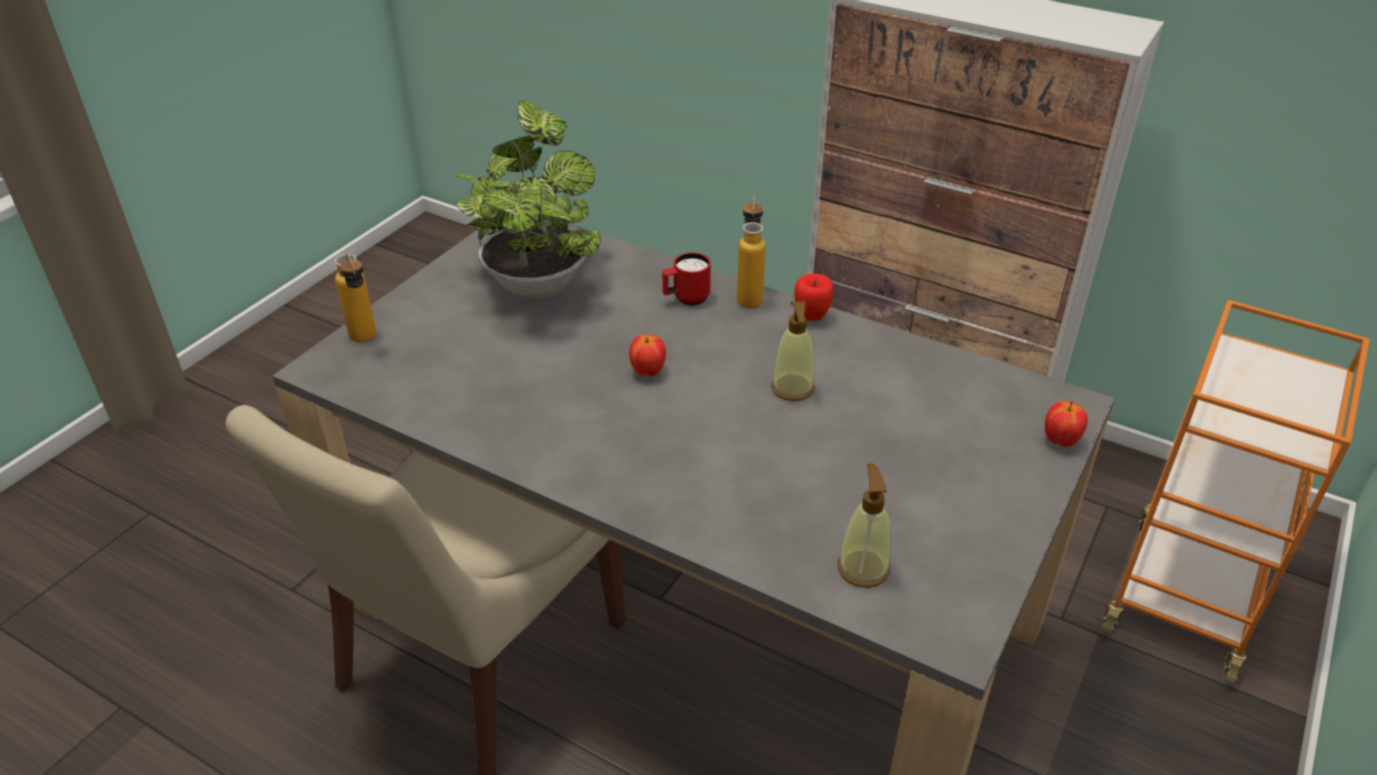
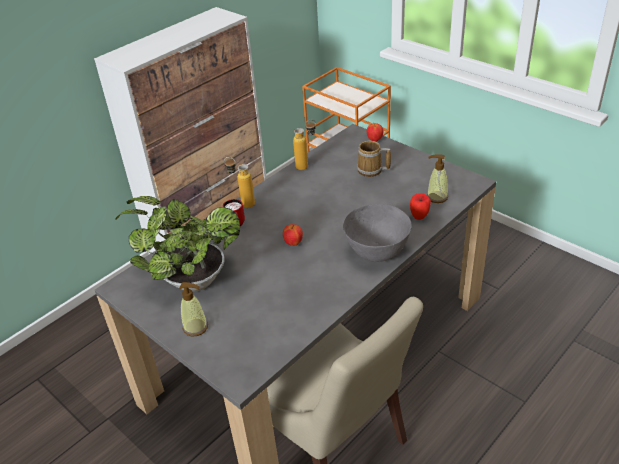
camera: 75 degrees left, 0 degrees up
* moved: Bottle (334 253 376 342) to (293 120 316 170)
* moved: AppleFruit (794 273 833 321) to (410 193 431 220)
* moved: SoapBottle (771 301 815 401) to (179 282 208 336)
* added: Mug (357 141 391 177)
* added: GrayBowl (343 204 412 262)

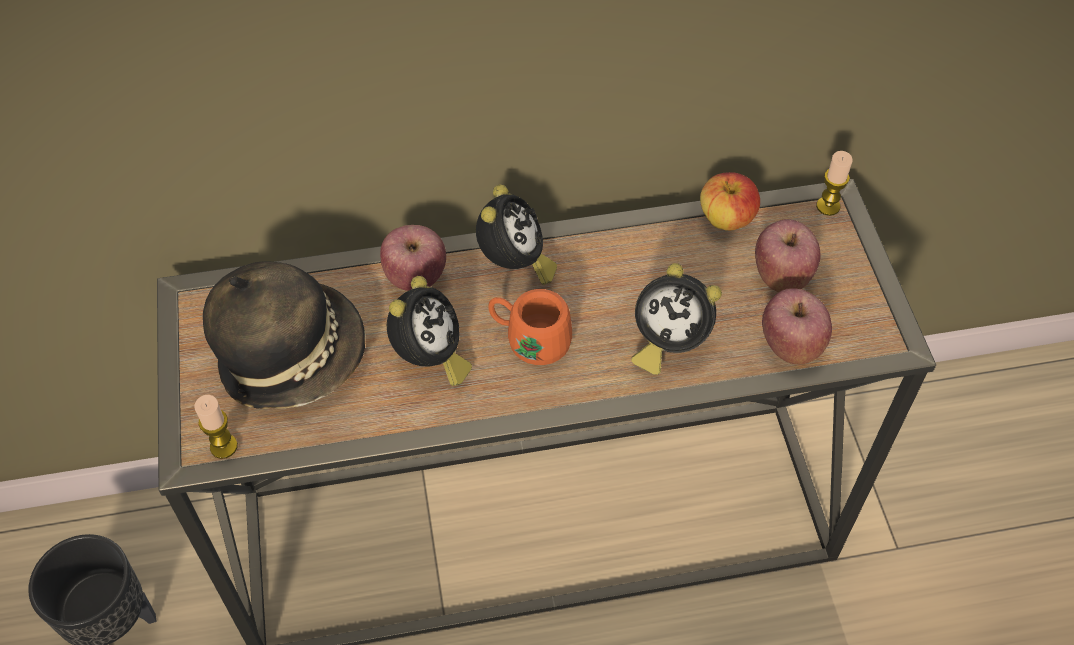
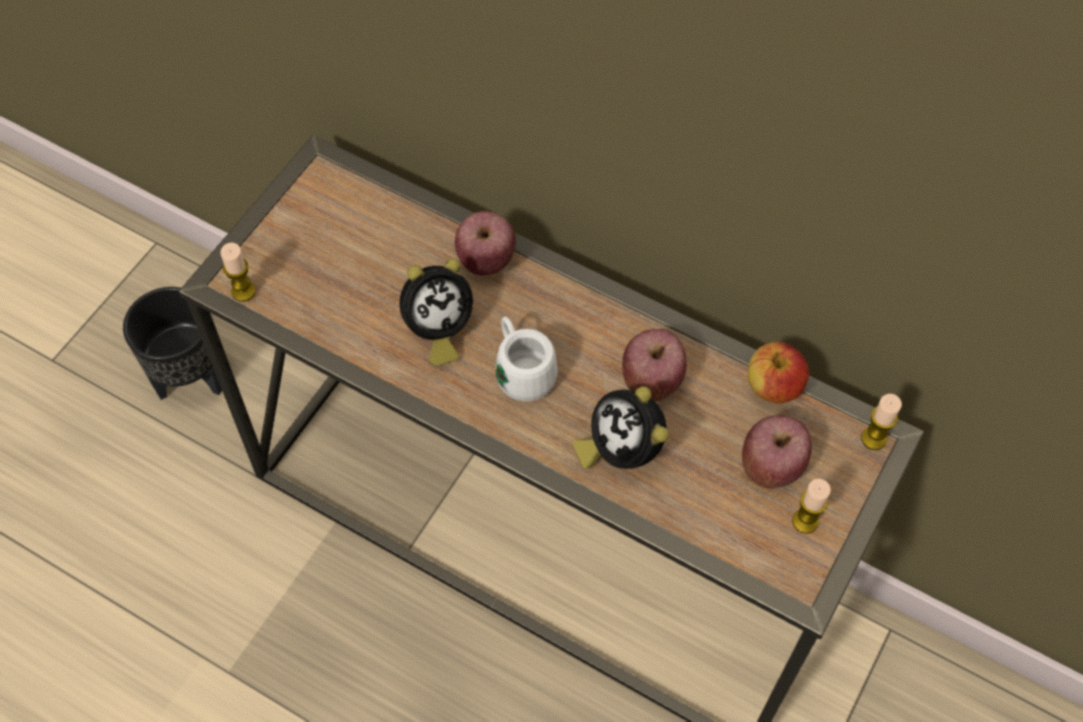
camera: 40 degrees right, 5 degrees up
* removed: AlarmClock (476 184 557 285)
* removed: ClothingHat (203 261 365 409)
* moved: AppleFruit (762 288 832 365) to (622 329 687 402)
* recoloured: OrangeMug (489 289 572 365) to WhiteMug (495 317 558 401)
* added: WaxCandle (792 479 831 534)

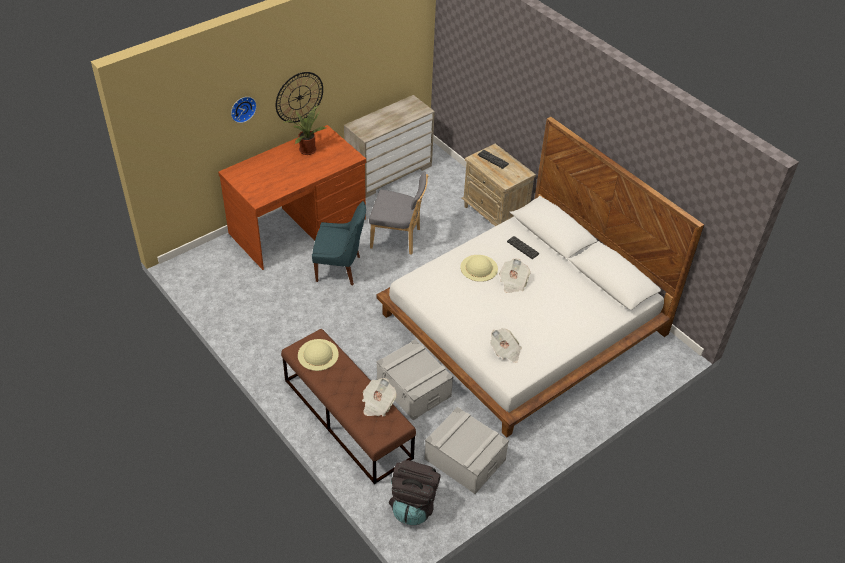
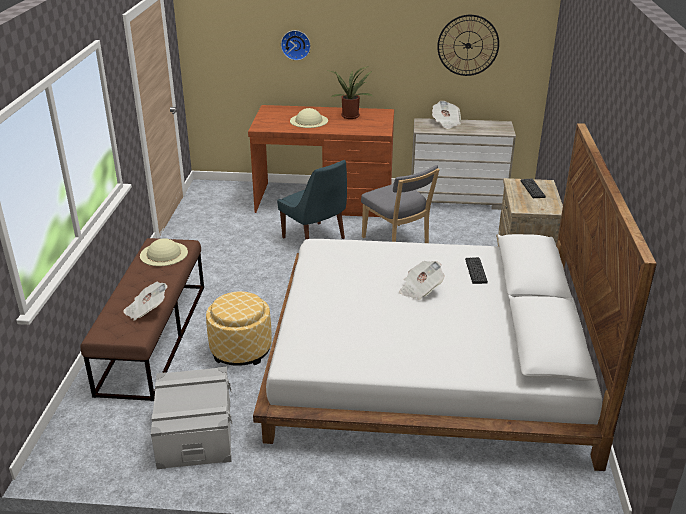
camera: 45 degrees right, 15 degrees down
* moved: WallClock (276 72 323 123) to (437 15 499 76)
* moved: BeigeClothingHat (460 255 498 282) to (290 108 328 128)
* moved: PrintedPaper (490 328 522 363) to (432 101 461 129)
* replaced: GrayStorageContainer (377 340 453 420) to Footrest (206 291 272 366)
* removed: BlackColouredRucksack (389 460 441 525)

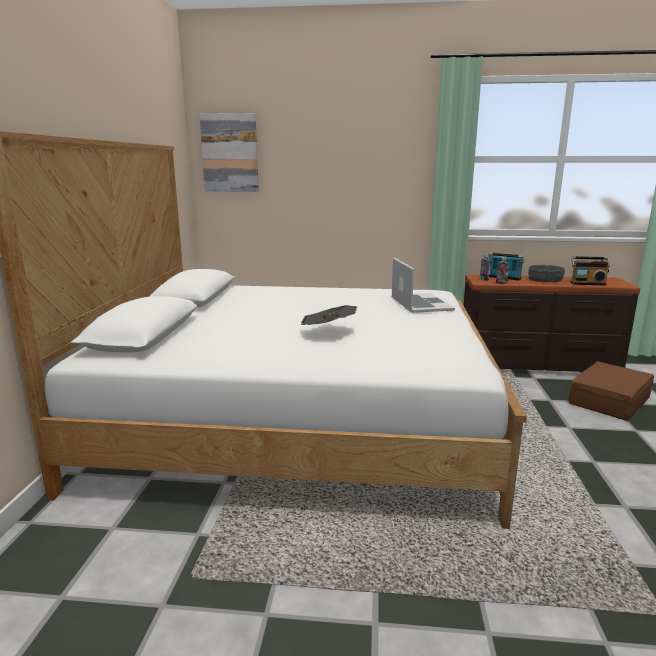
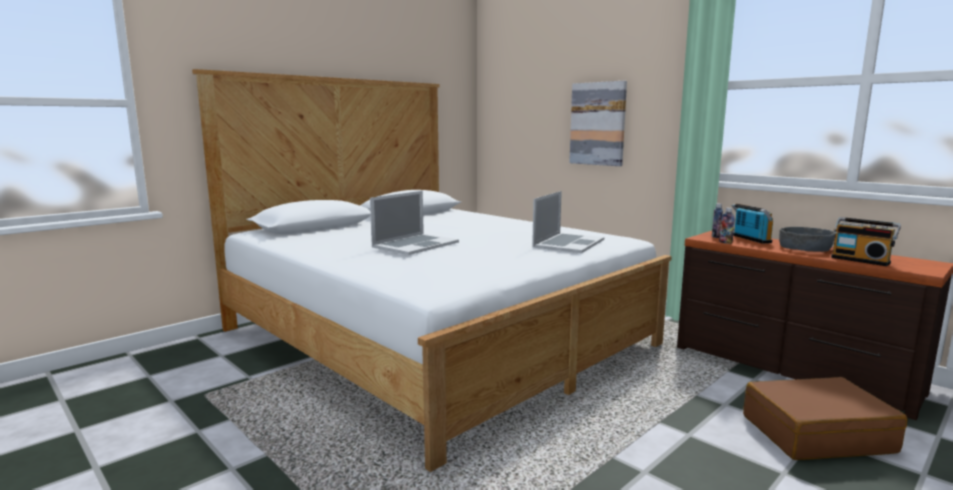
camera: 40 degrees right, 5 degrees down
* moved: WallArt (199 113 259 192) to (569 81 627 166)
* replaced: PrintedPaper (301 305 357 325) to PortableComputer (370 191 459 255)

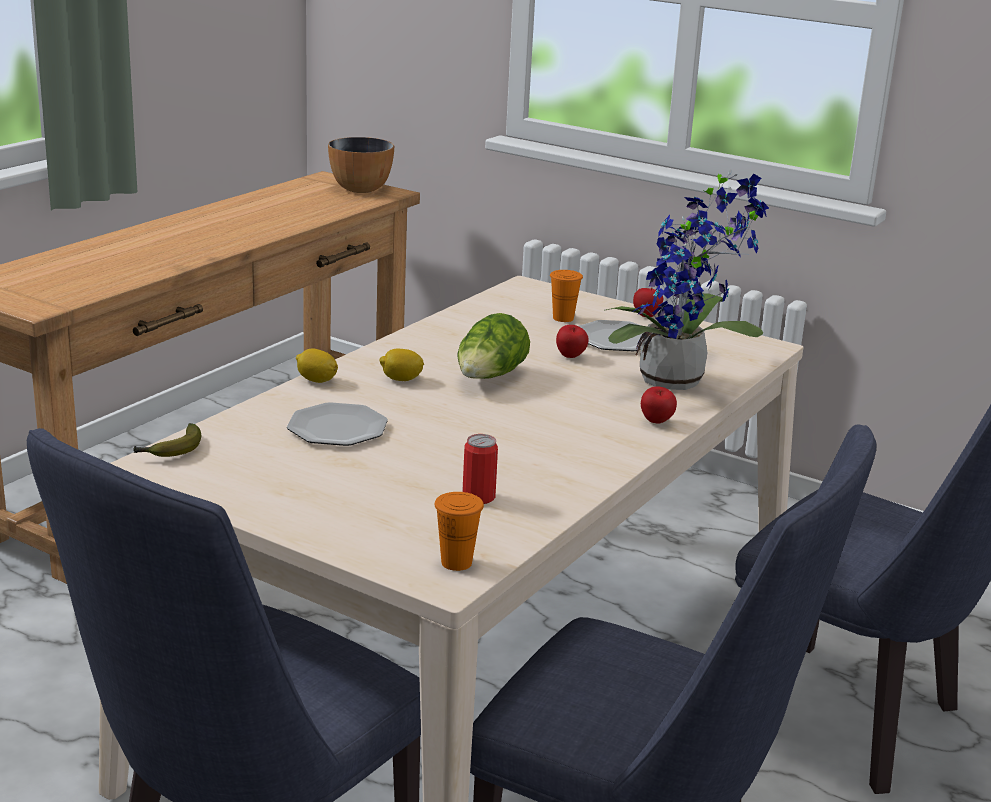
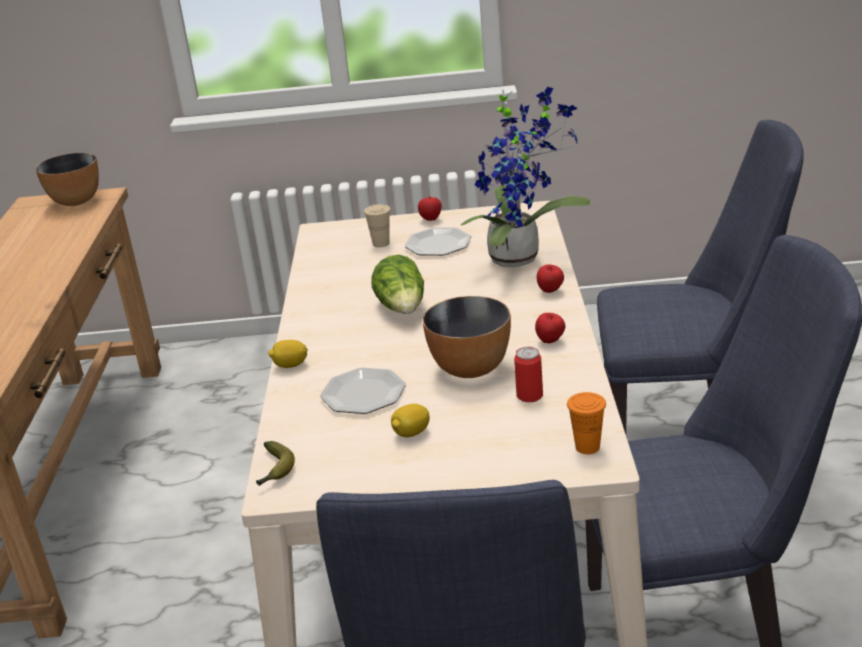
camera: 30 degrees left, 5 degrees up
* recoloured: OrangeSmallCup (550 270 583 322) to BeigeSmallCup (364 204 391 247)
* moved: AppleFruit (556 325 589 358) to (535 313 565 344)
* moved: CitrusFruit (380 349 424 381) to (391 404 430 437)
* added: Bowl (423 296 511 378)

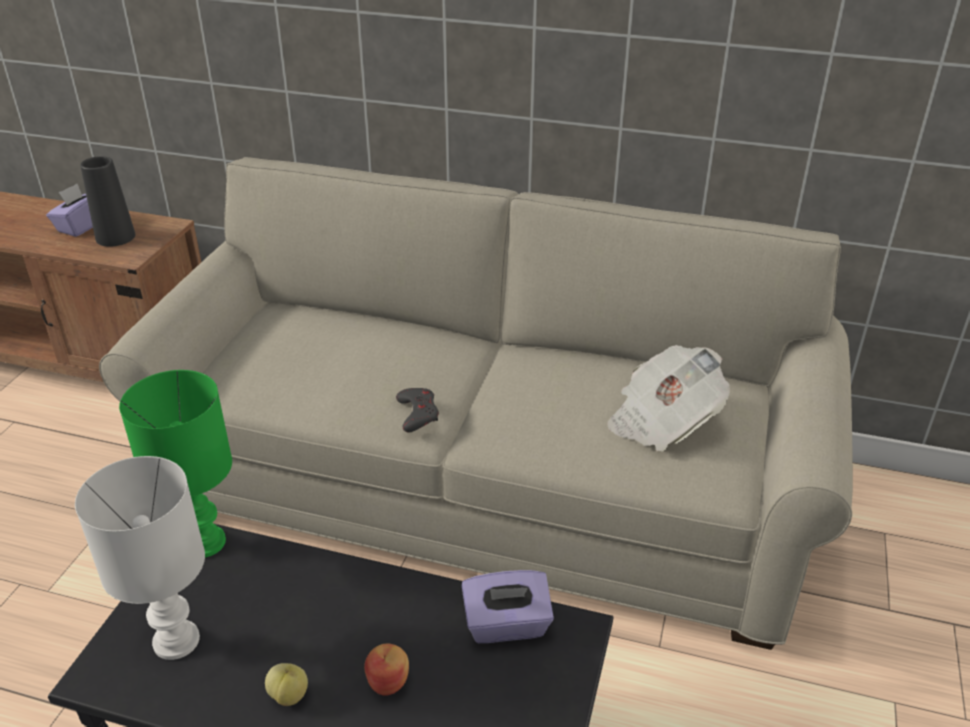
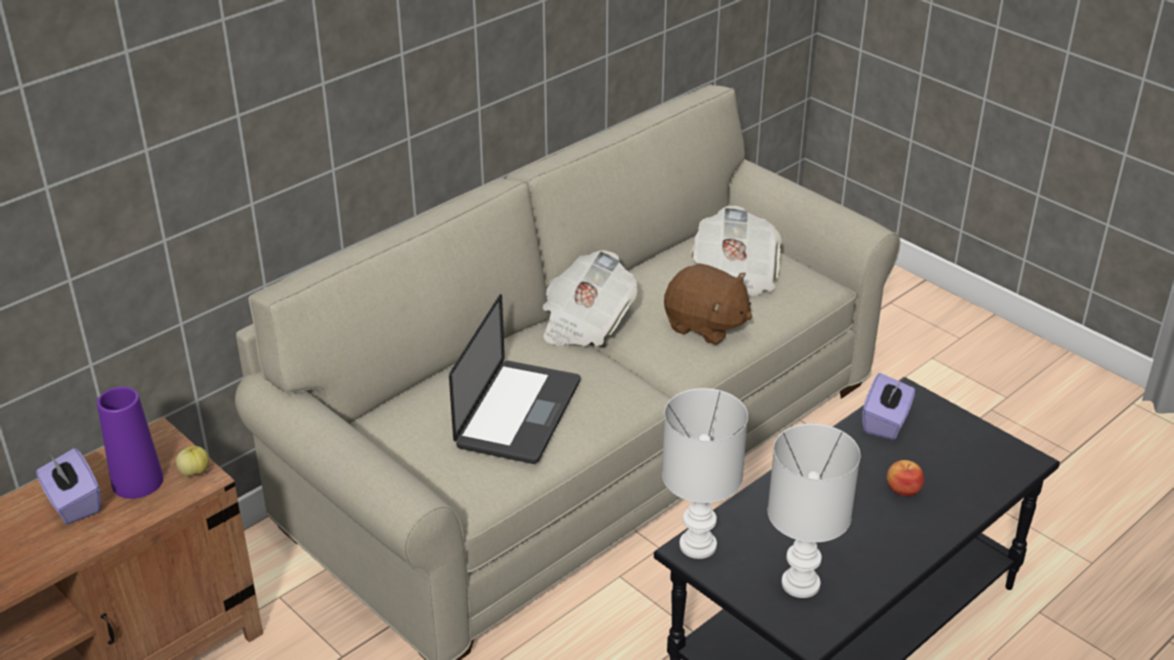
camera: 60 degrees left, 0 degrees up
* recoloured: BlackColouredVase (80 156 135 247) to PurpleColouredVase (97 387 163 499)
* recoloured: GreenColouredTabletopLamp (119 370 232 557) to WhiteTabletopLamp (662 388 748 559)
* removed: GrayGamepad (396 388 439 432)
* moved: AppleFruit (265 663 308 706) to (176 446 209 476)
* added: PrintedPaper (542 250 637 346)
* added: BrownishPlushToy (664 263 752 345)
* added: PortableComputer (449 294 580 464)

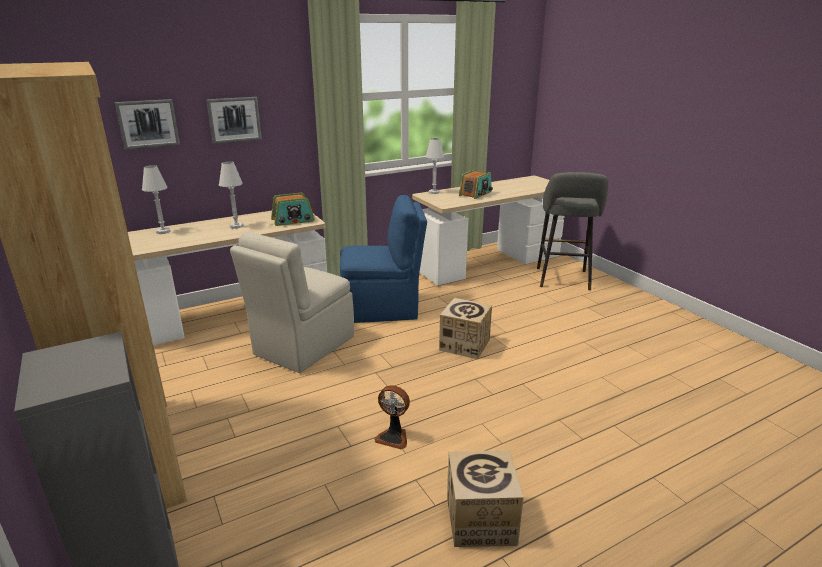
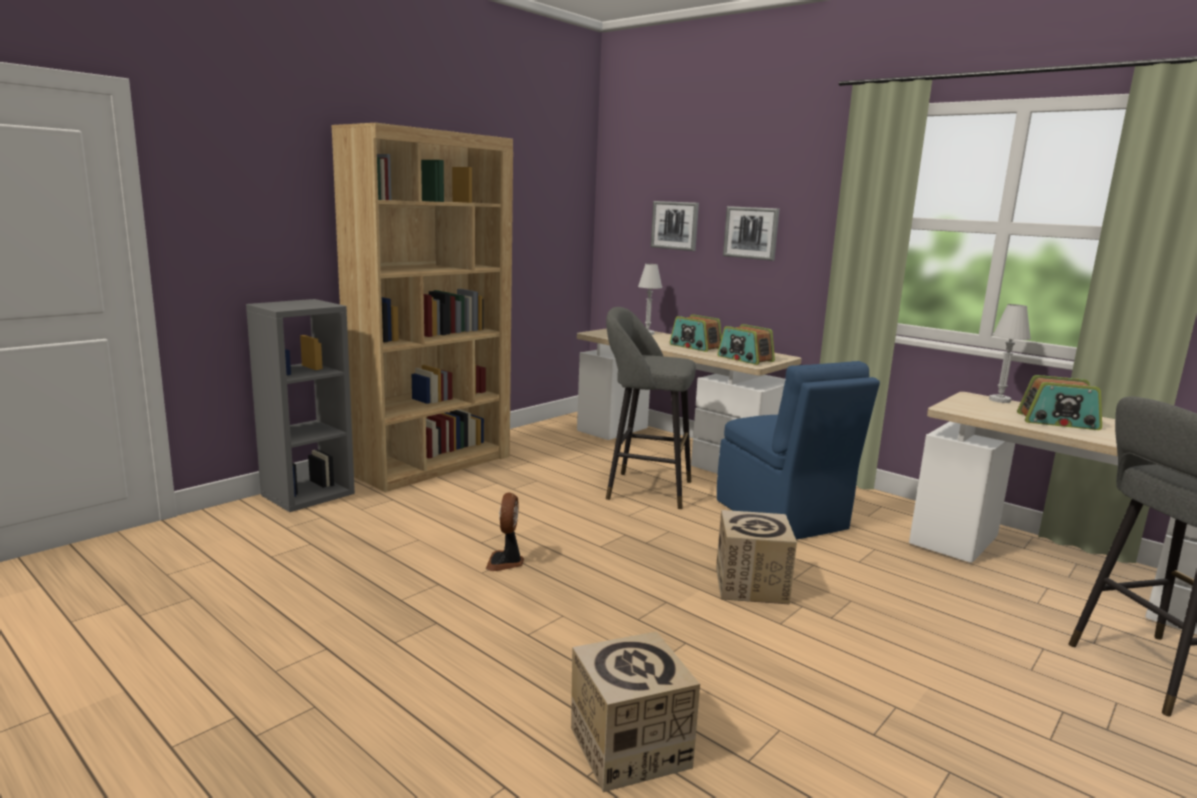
camera: 70 degrees right, 10 degrees down
* replaced: WhiteTabletopLamp (219 161 243 229) to RadioReceiver (669 314 722 352)
* replaced: BeigePlainChair (230 232 354 373) to GrayStool (606 307 696 509)
* moved: PackingBox (447 450 524 547) to (571 631 700 792)

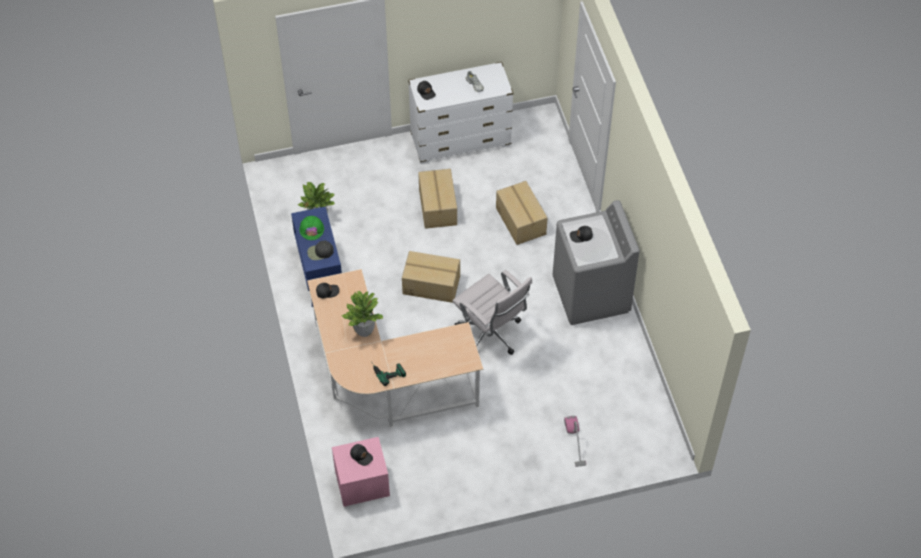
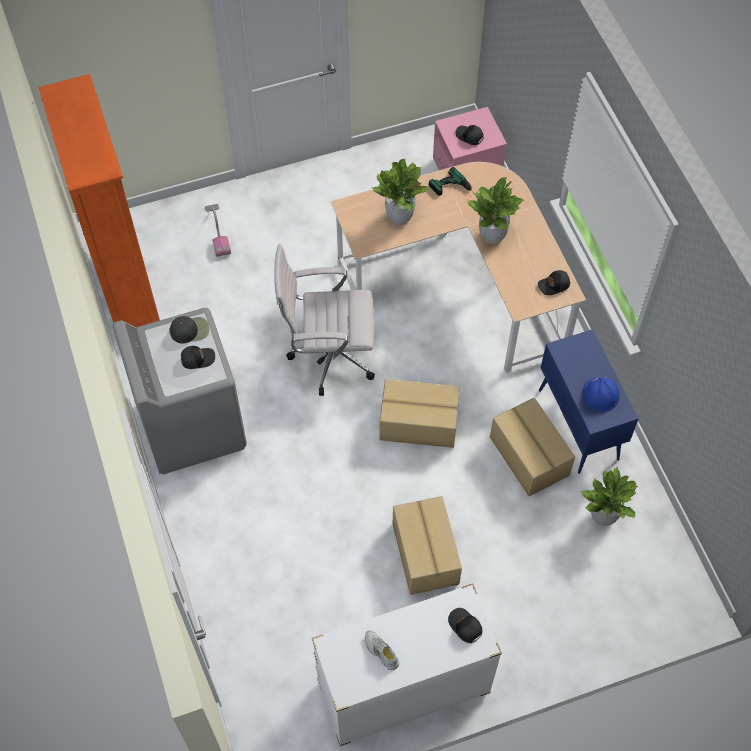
camera: 175 degrees right, 5 degrees up
* moved: PackingBox (496 181 548 245) to (490 398 575 496)
* recoloured: GreenColouredWorkHelmet (299 216 324 240) to BlueWorkHelmet (583 377 620 412)
* moved: BlackColouredBaseballCap (307 241 334 260) to (169 316 209 343)
* turned: WhiteComputerChair (452 270 532 355) = (274 244 375 396) 45 degrees counterclockwise
* added: OrangeShelvingUnit (38 74 160 327)
* added: PottedPlant (372 159 429 225)

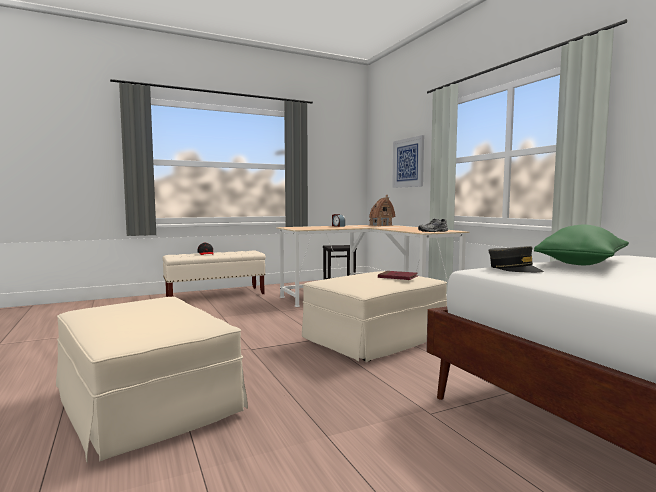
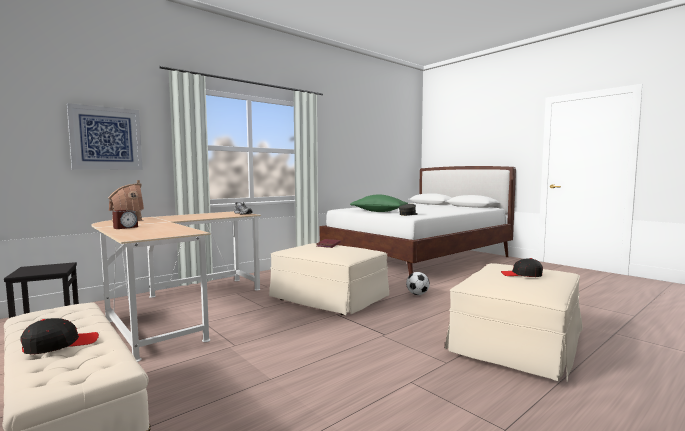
camera: 105 degrees left, 0 degrees up
* added: BlackColouredBaseballCap (501 258 543 277)
* added: Football (406 272 430 295)

